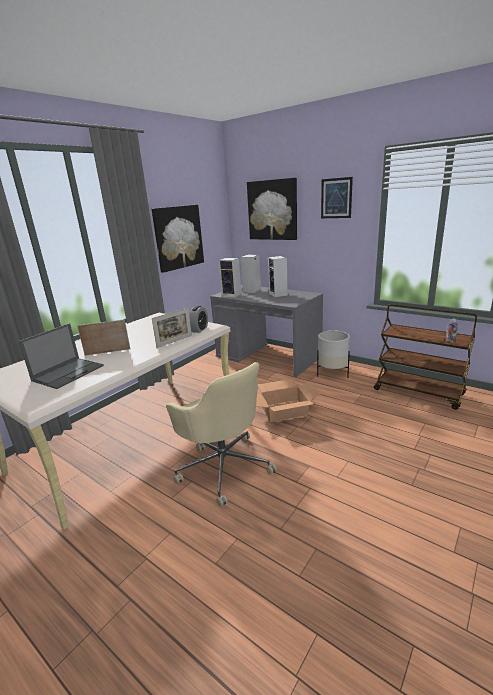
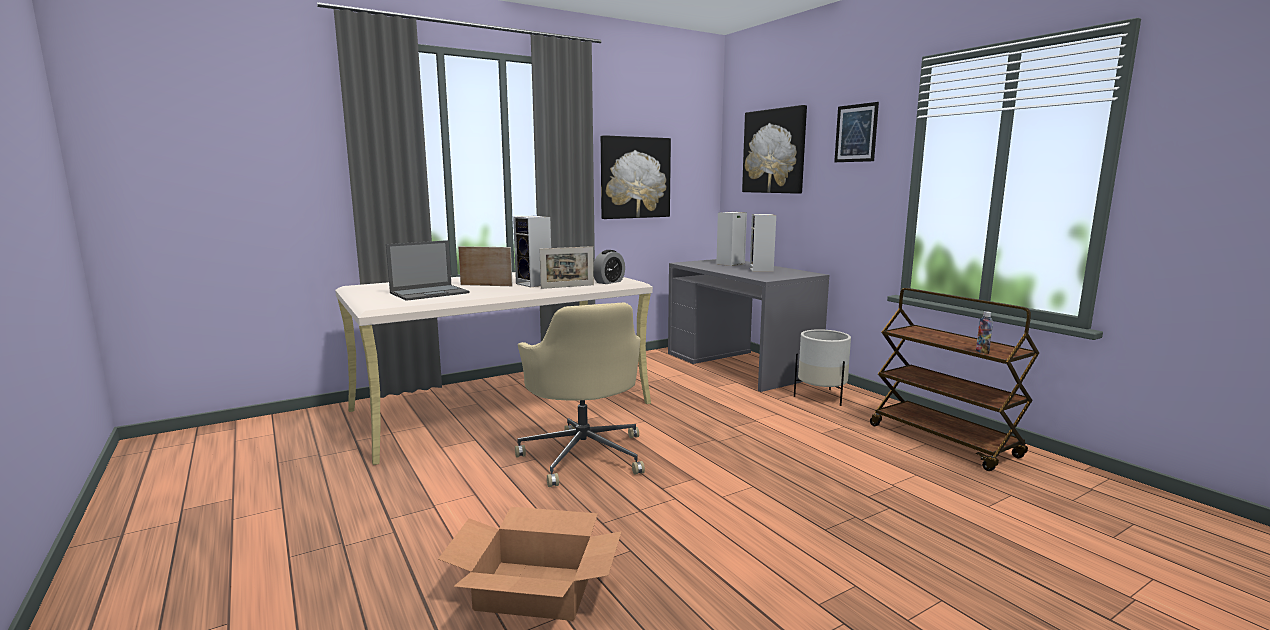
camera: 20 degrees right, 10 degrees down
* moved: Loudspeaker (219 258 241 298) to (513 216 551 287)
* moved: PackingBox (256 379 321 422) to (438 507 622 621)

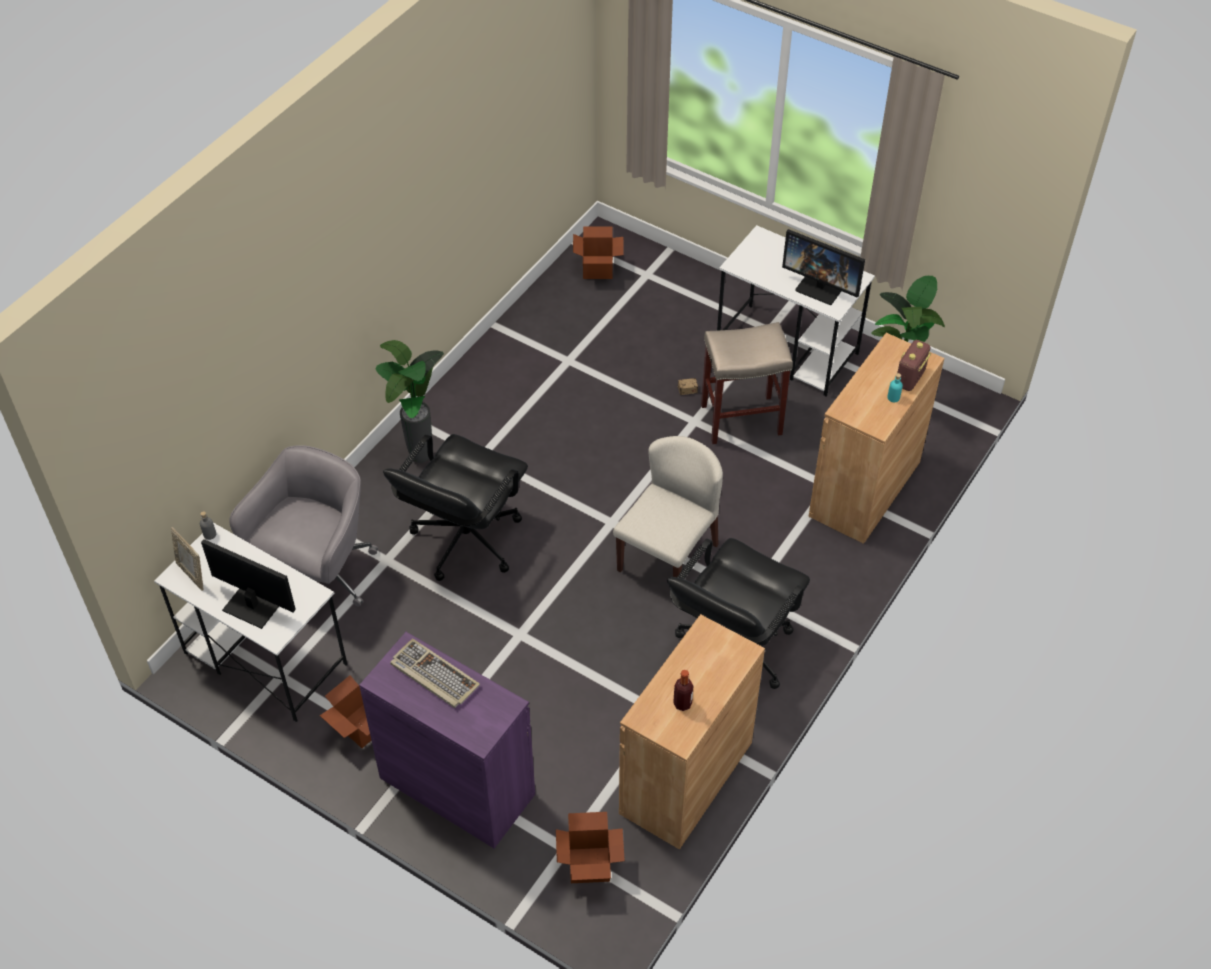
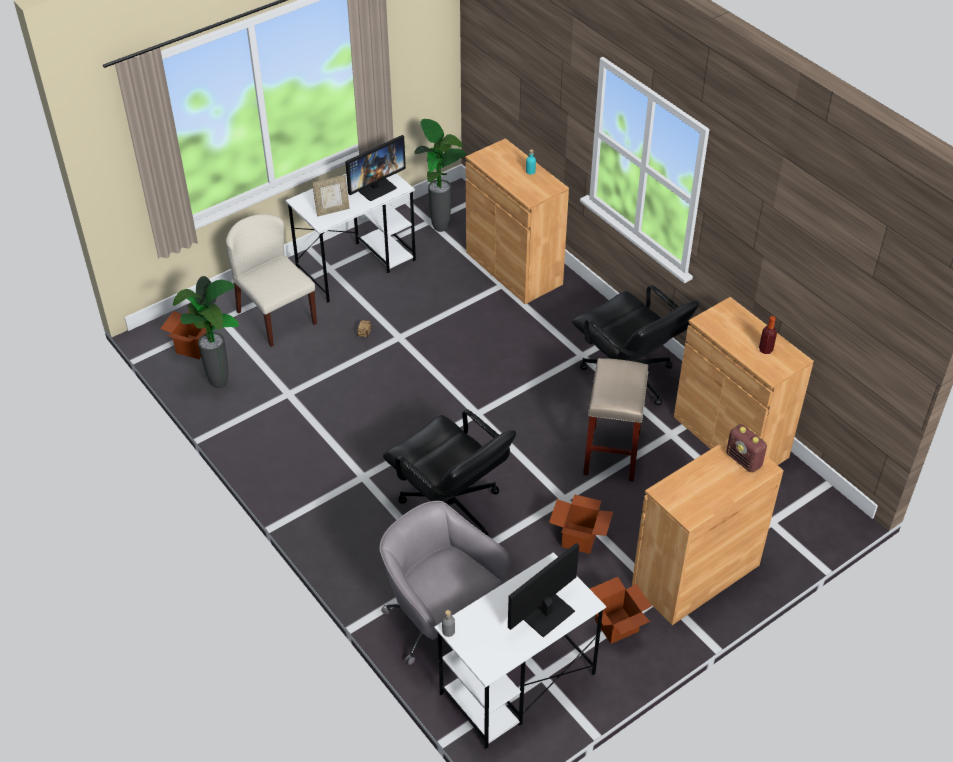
camera: 70 degrees left, 5 degrees down
* moved: BeigeStool (701 322 793 444) to (583 358 648 482)
* moved: PottedPlant (375 340 444 463) to (173 276 239 388)
* moved: RadioReceiver (897 340 931 391) to (726 424 767 473)
* moved: BeigePlainChair (613 436 723 577) to (226 214 317 347)
* moved: PhotoFrame (171 527 204 591) to (312 175 349 217)
* recoloured: PurpleColouredCabinet (359 632 535 849) to BrownishCabinet (632 438 784 625)
* removed: PcKeyboard (390 638 480 708)
* moved: PackingBox (556 812 625 883) to (549 494 613 554)

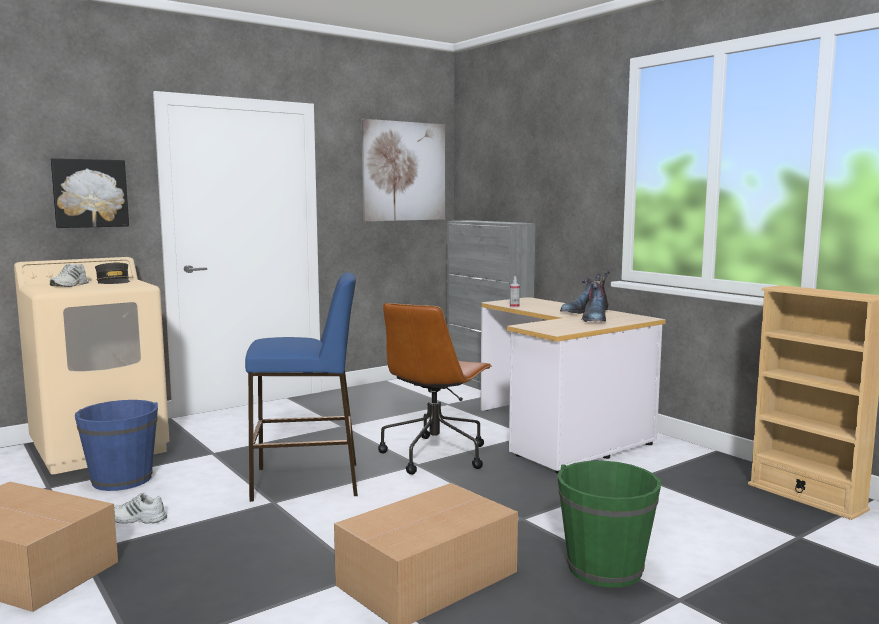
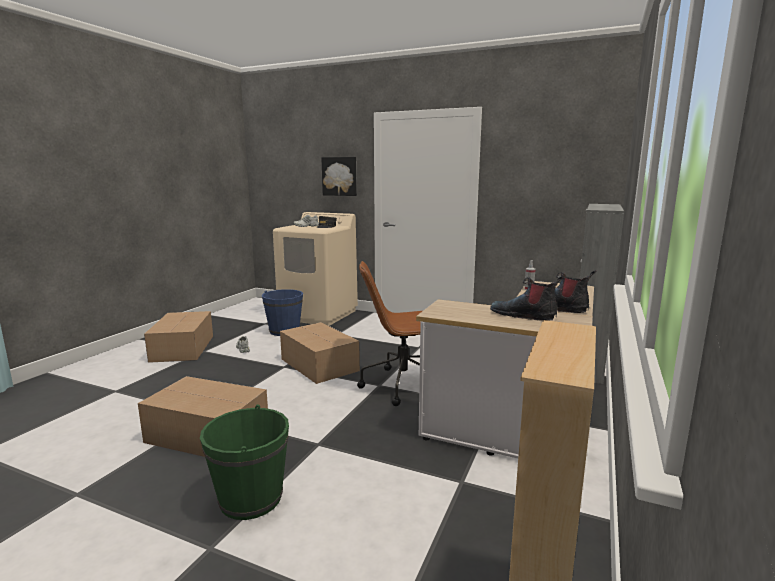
camera: 60 degrees right, 5 degrees up
* removed: WallArt (362 119 445 221)
* replaced: BlueStool (245 272 358 502) to PackingBox (280 322 360 384)
* turned: TallBoot (582 274 606 322) = (490 276 564 321) 45 degrees clockwise

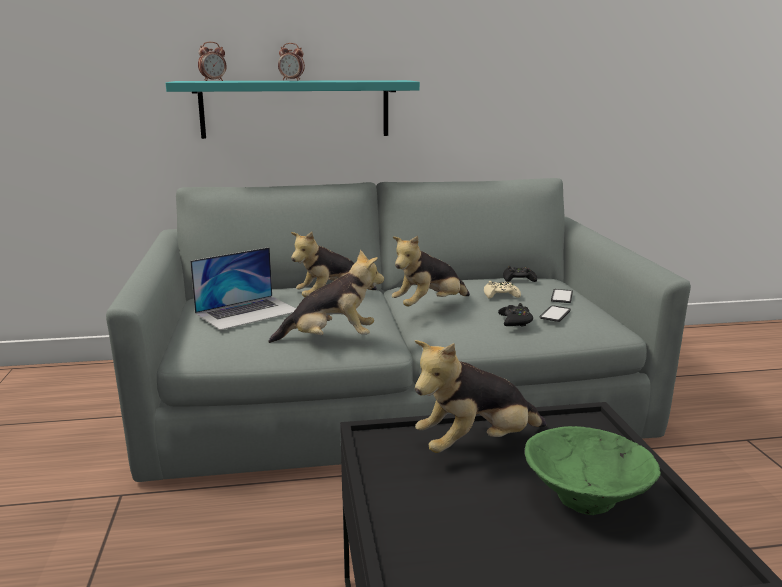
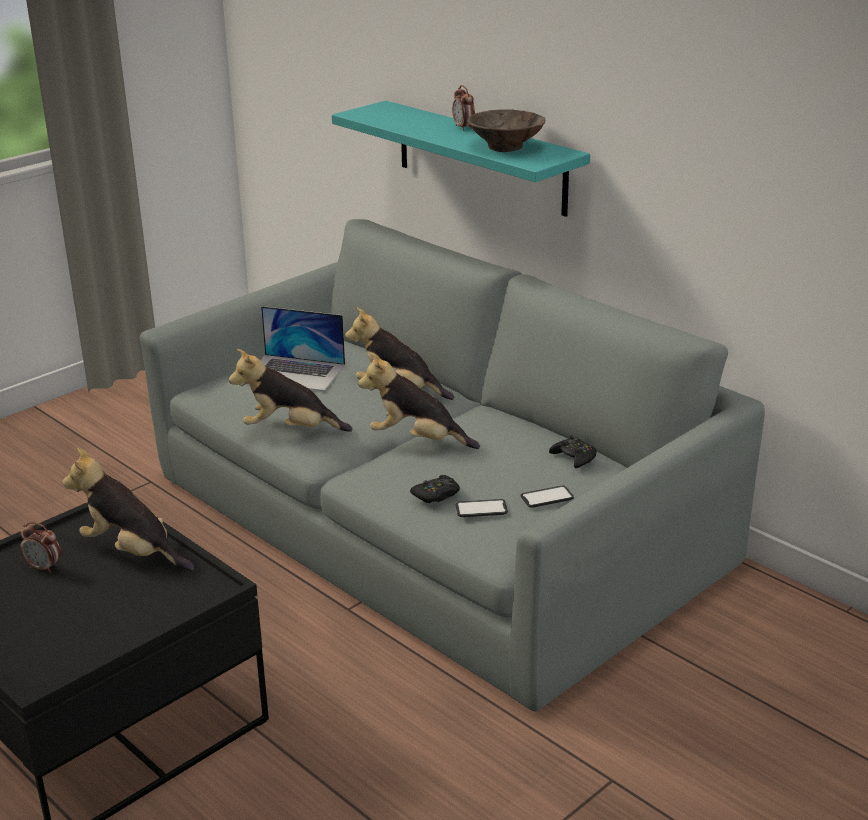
camera: 55 degrees right, 10 degrees up
* moved: AlarmClock (198 42 226 81) to (20 522 61 573)
* turned: PlushToy (268 249 384 343) = (229 349 352 432) 135 degrees clockwise
* removed: BeigeGamepad (484 281 521 299)
* removed: GreenColouredBowl (525 426 661 515)
* added: BrownishBowl (467 109 545 152)

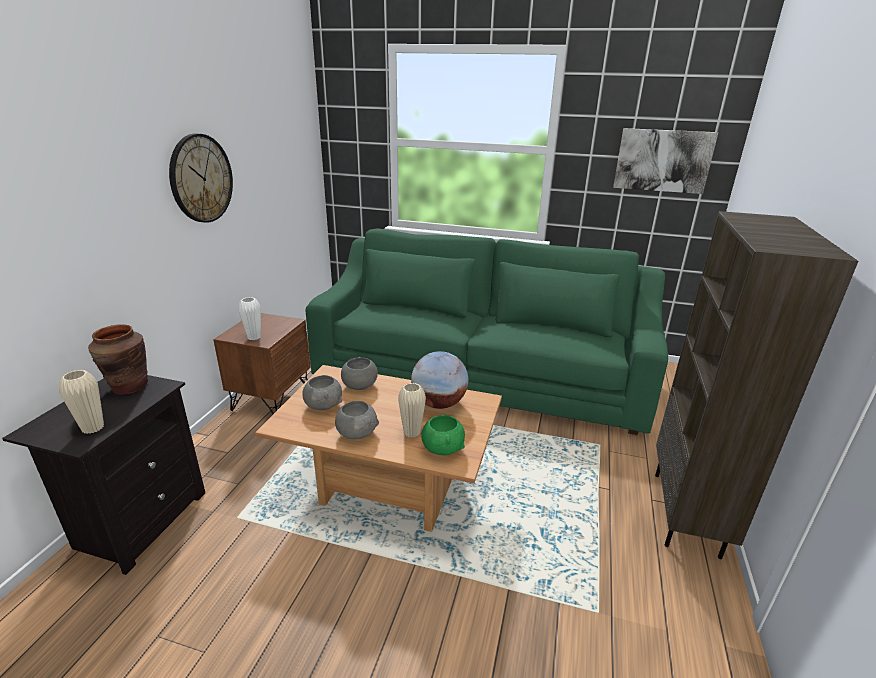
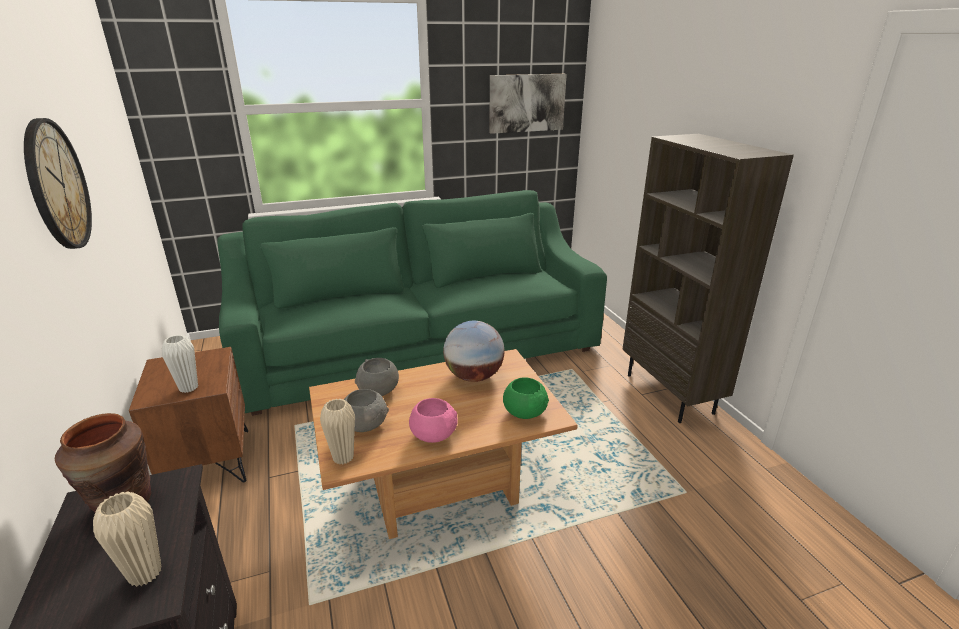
camera: 35 degrees left, 0 degrees up
* moved: BeigeVase (398 383 426 438) to (320 398 355 464)
* recoloured: GrayBowl (335 401 379 439) to PinkBowl (409 398 458 443)

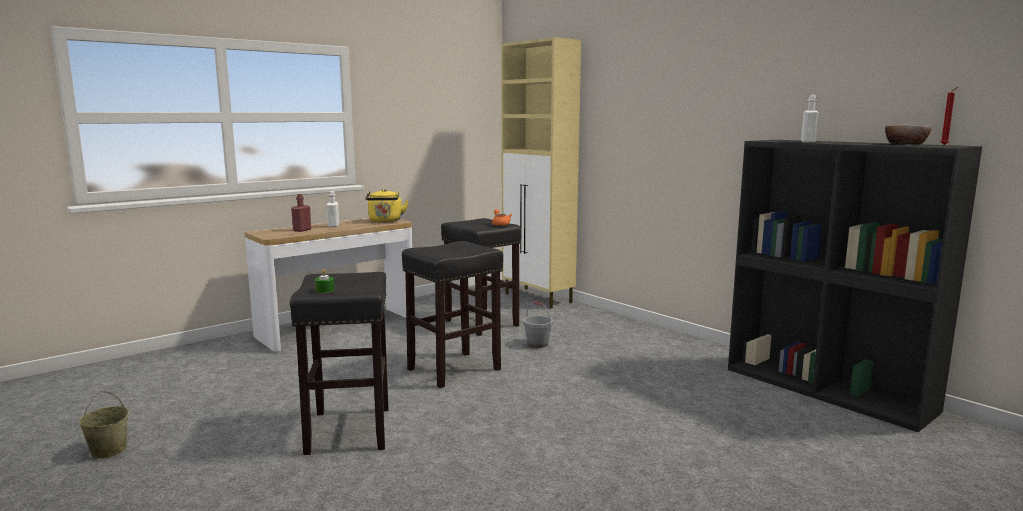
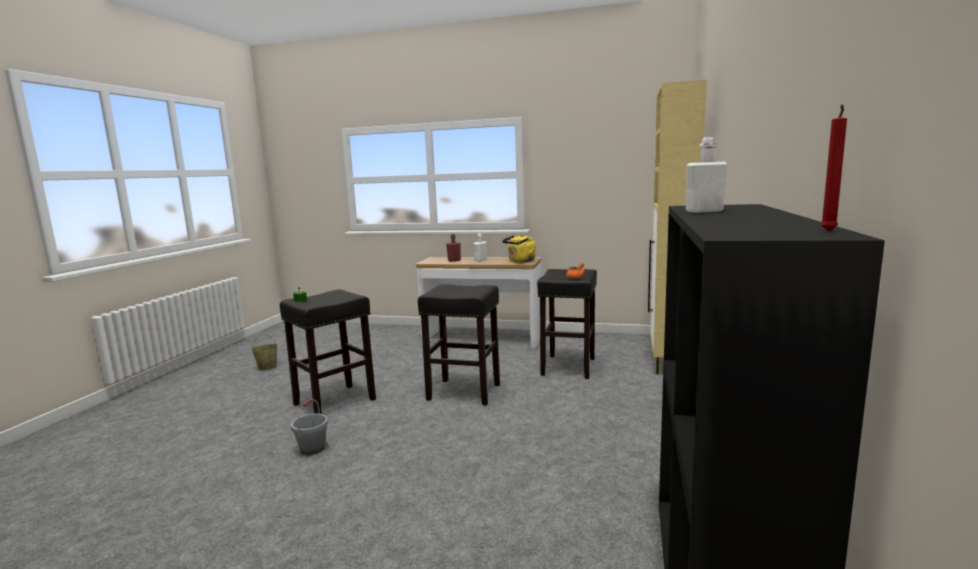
camera: 55 degrees right, 0 degrees up
* removed: Bowl (885 125 931 145)
* moved: GrayPail (523 301 553 348) to (291 399 328 455)

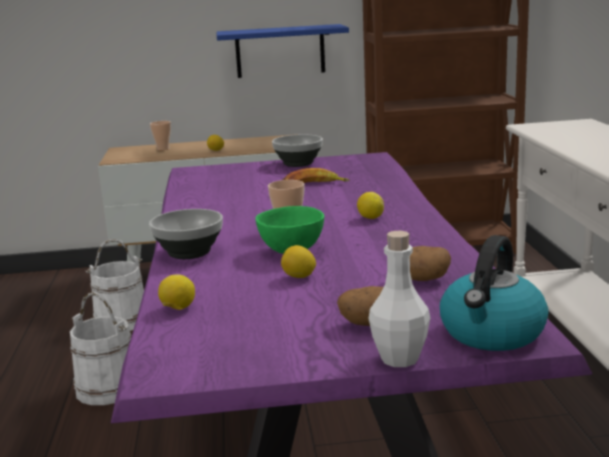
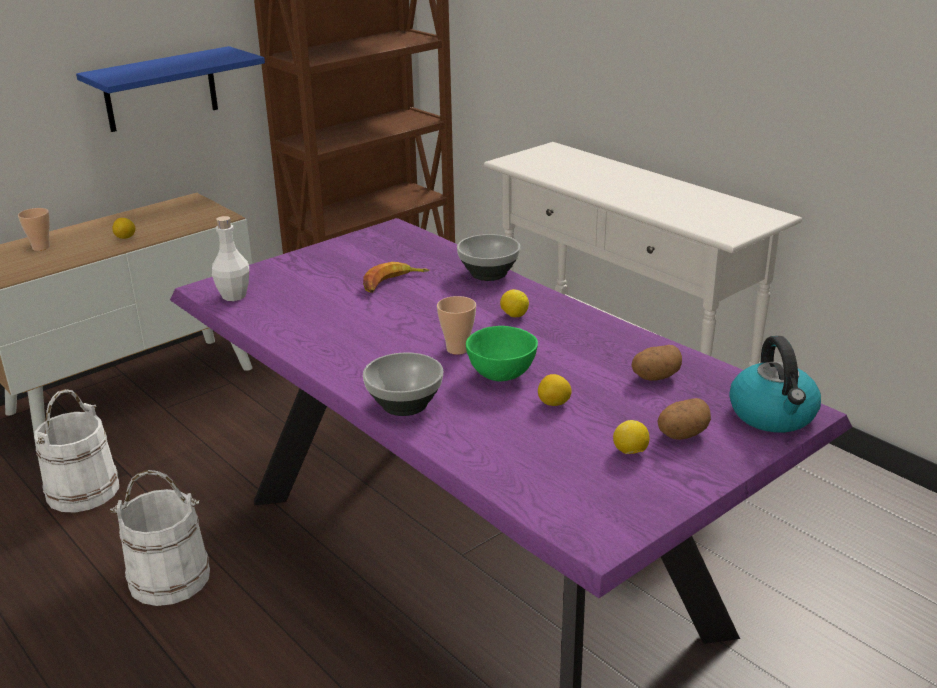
camera: 35 degrees left, 10 degrees up
* moved: Bowl (272 134 323 167) to (457 234 520 281)
* moved: WhiteBottle (368 231 430 367) to (212 216 249 301)
* moved: CitrusFruit (158 274 195 310) to (613 420 649 454)

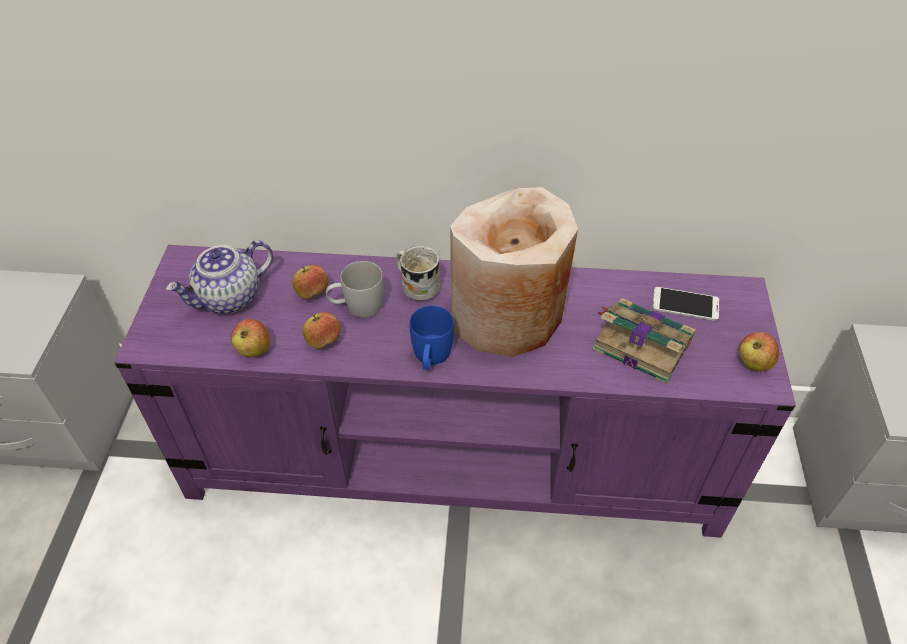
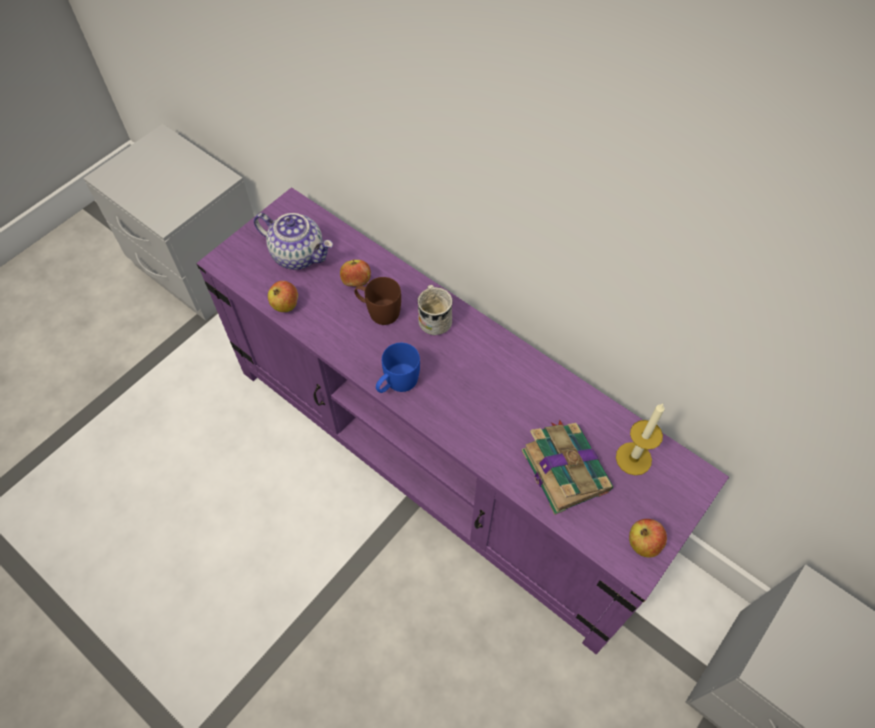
camera: 35 degrees right, 10 degrees up
* removed: BeigeVase (450 187 578 357)
* turned: Teapot (166 240 273 313) = (254 213 333 270) 150 degrees counterclockwise
* recoloured: WhiteMug (326 261 383 318) to BrownishMug (354 277 401 325)
* replaced: Phone (652 287 719 321) to WaxCandle (616 404 665 475)
* removed: AppleFruit (303 312 340 349)

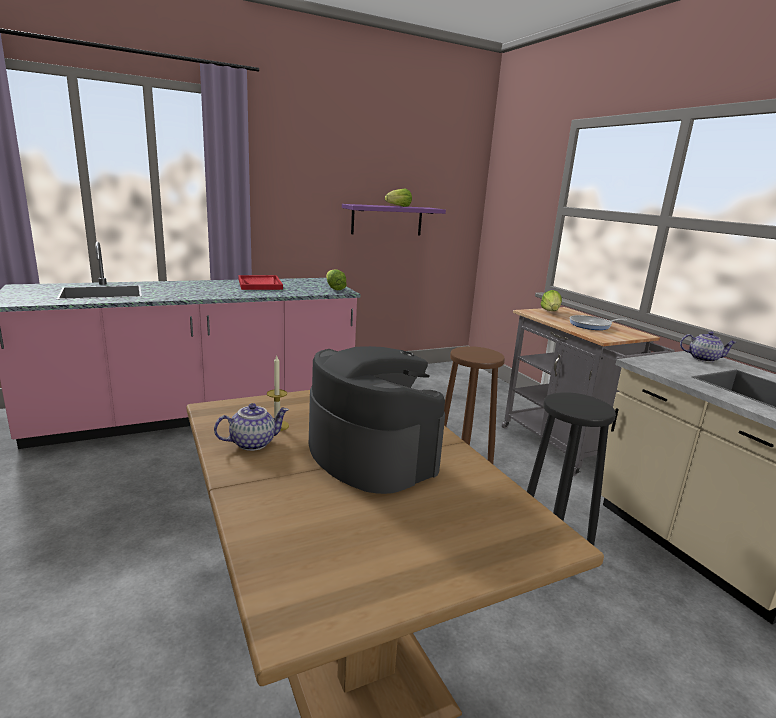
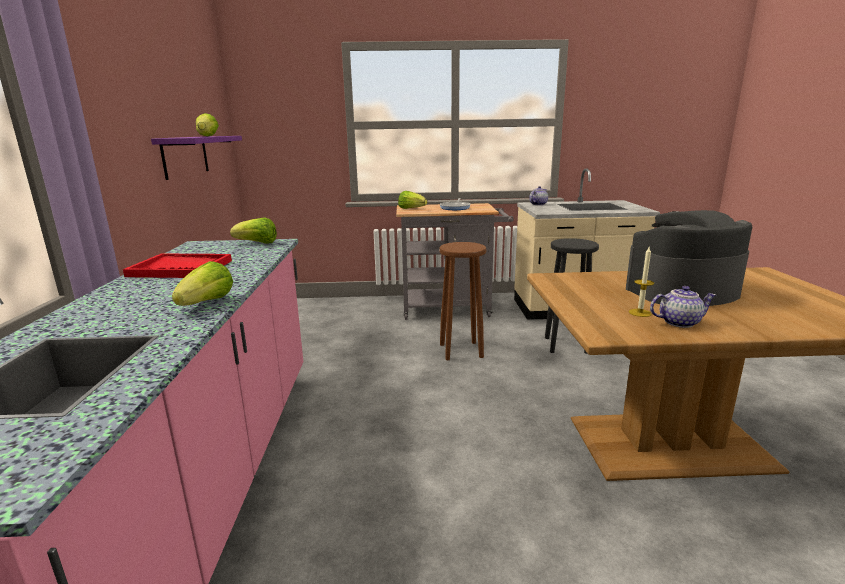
camera: 65 degrees left, 0 degrees up
* turned: Teapot (214 403 289 451) = (650 286 716 328) 90 degrees clockwise
* added: HeadOfLettuce (172 261 233 306)

